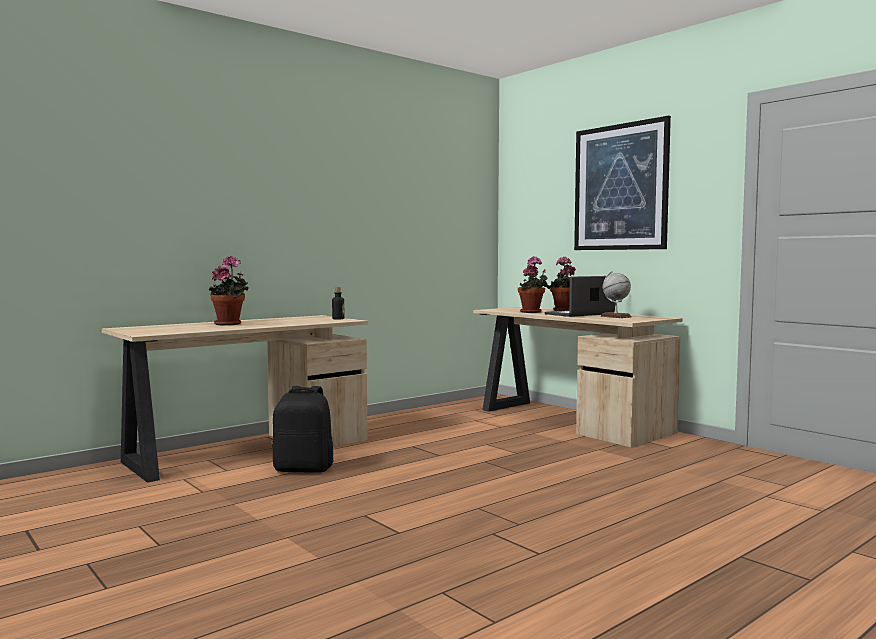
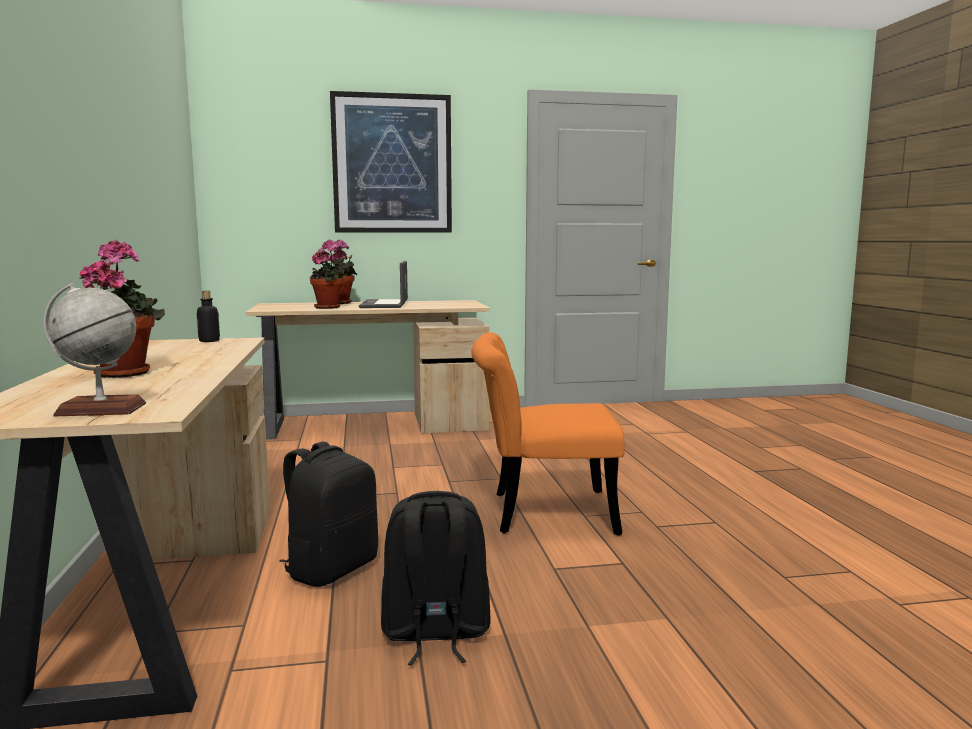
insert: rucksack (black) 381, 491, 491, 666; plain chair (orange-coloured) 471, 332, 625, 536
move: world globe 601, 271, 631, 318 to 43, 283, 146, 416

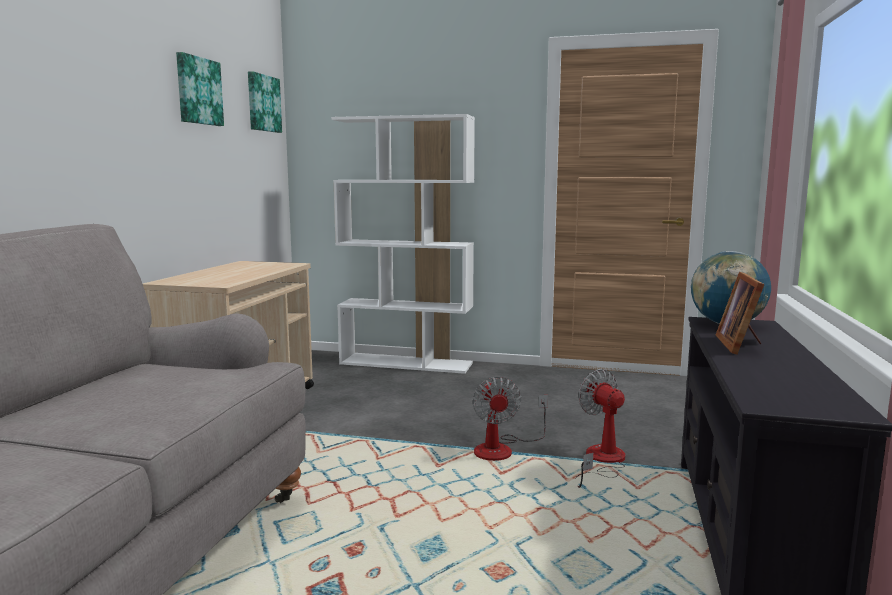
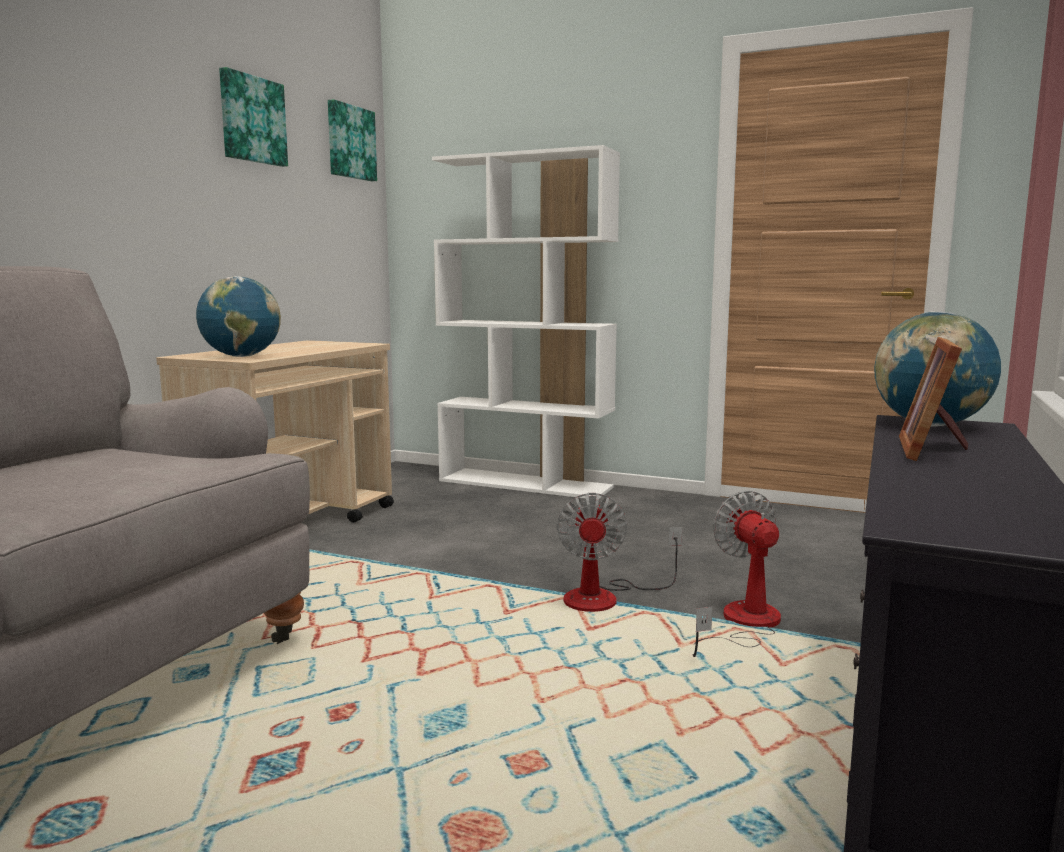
insert: world globe 196, 276, 281, 357

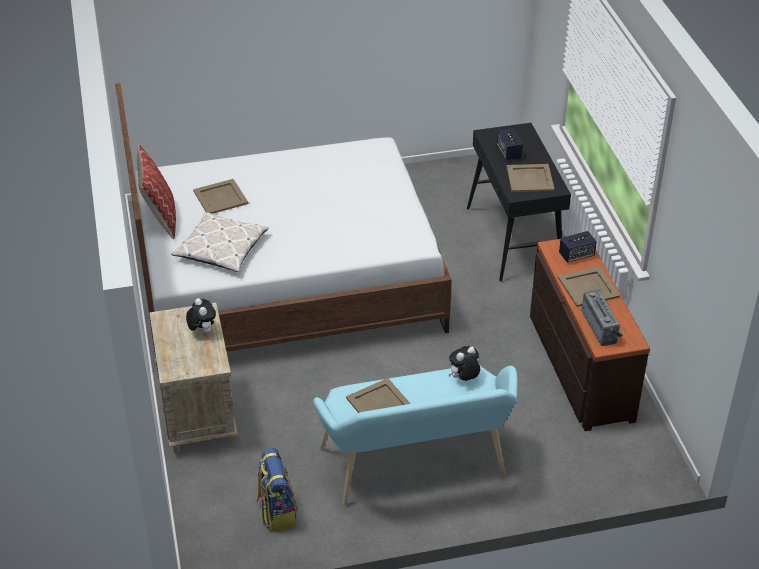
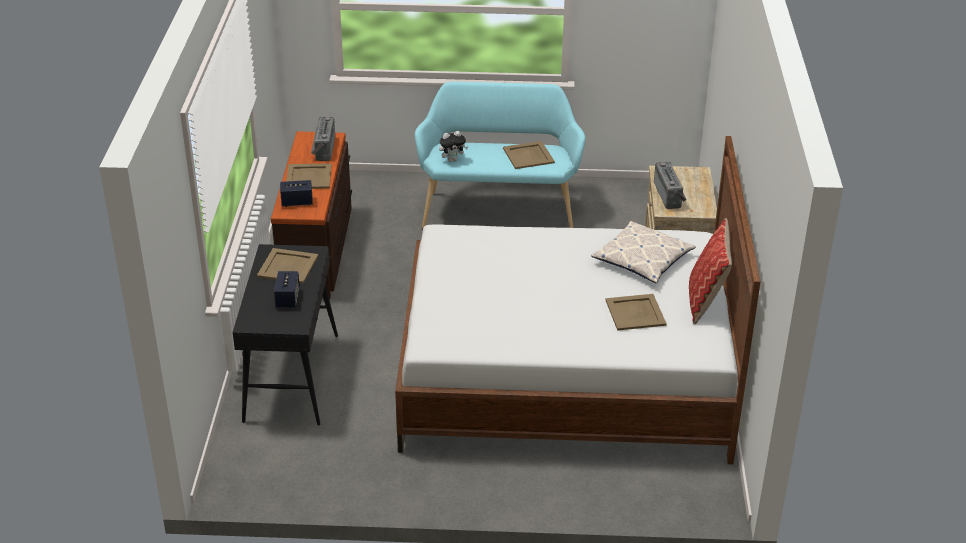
delete: rucksack 257, 448, 297, 532
replace: soft toy 186, 298, 216, 334 to radio set 654, 162, 687, 209

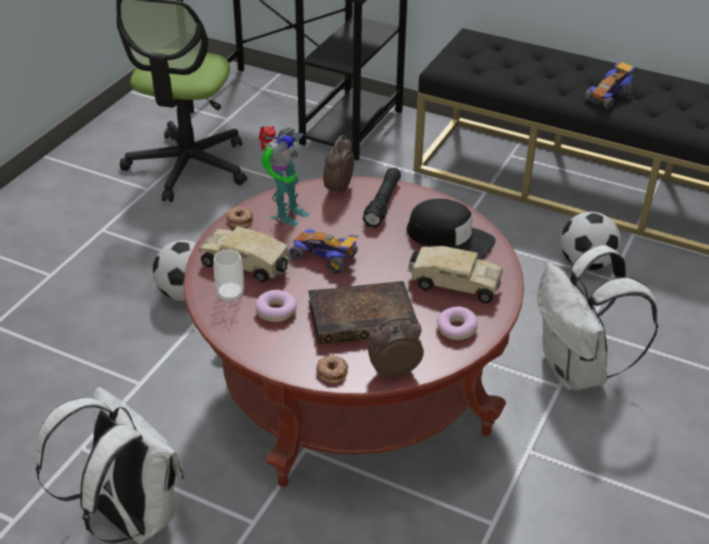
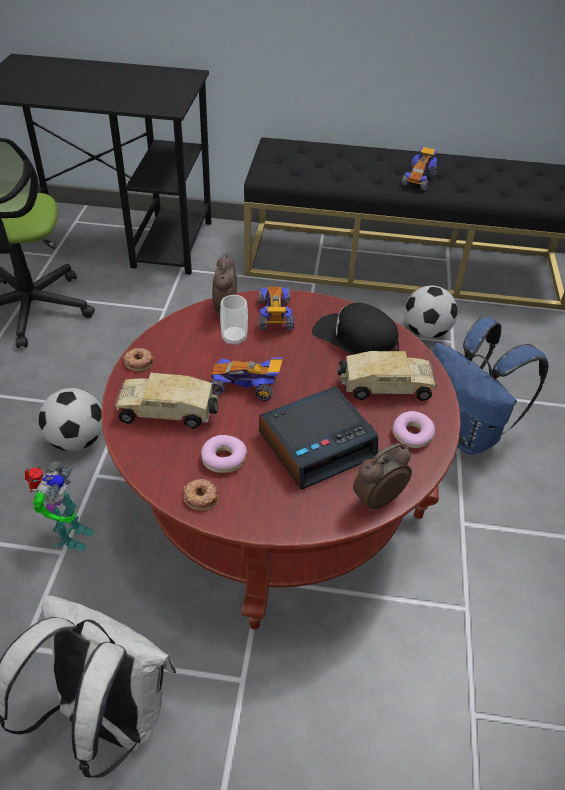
move: drinking cup 213, 250, 244, 303 to 220, 295, 248, 346; toy robot 259, 126, 309, 226 to 25, 461, 94, 551; donut 316, 356, 348, 383 to 183, 479, 218, 510
replace: book 308, 281, 417, 344 to table clock 259, 386, 378, 490; torch (black) 362, 167, 401, 228 to toy car 259, 287, 294, 330
recolor: rucksack (white) 537, 245, 658, 390 to rucksack (bluish) 432, 317, 549, 454
rotate: baseball cap (black) 406, 199, 496, 260 = 312, 302, 399, 355 150 degrees counterclockwise

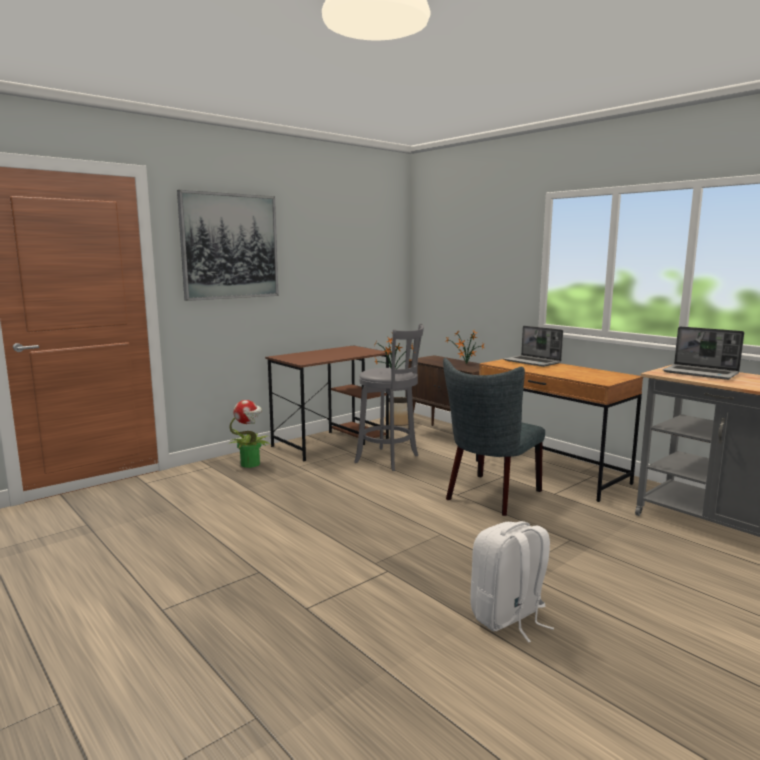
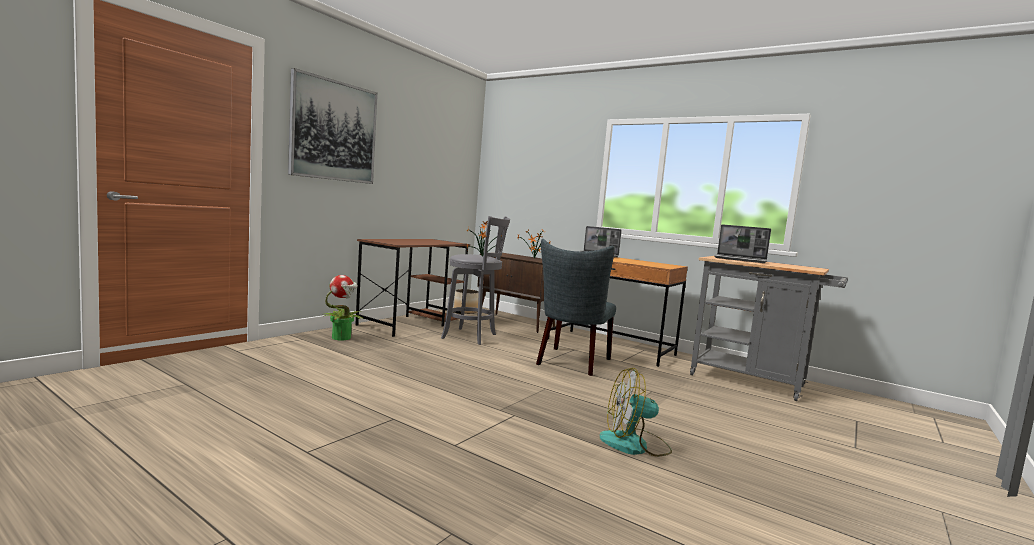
replace: rucksack (white) 470, 521, 554, 643 to electric fan 600, 368, 672, 457

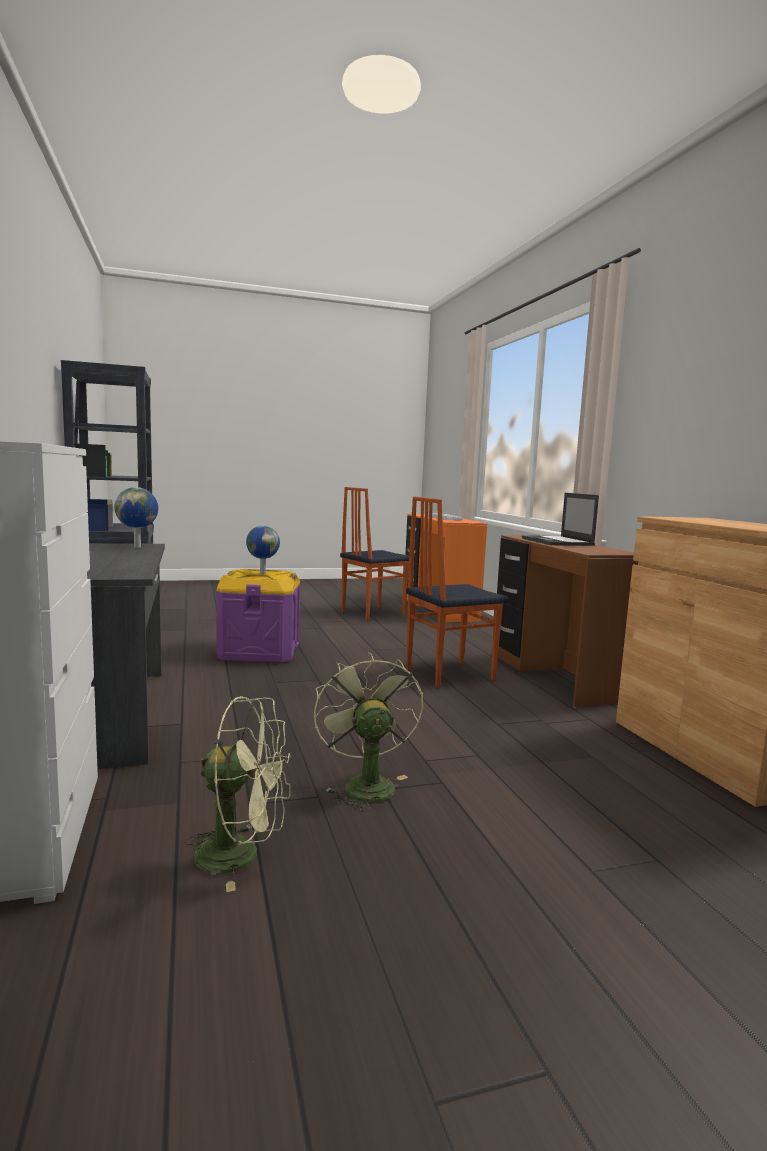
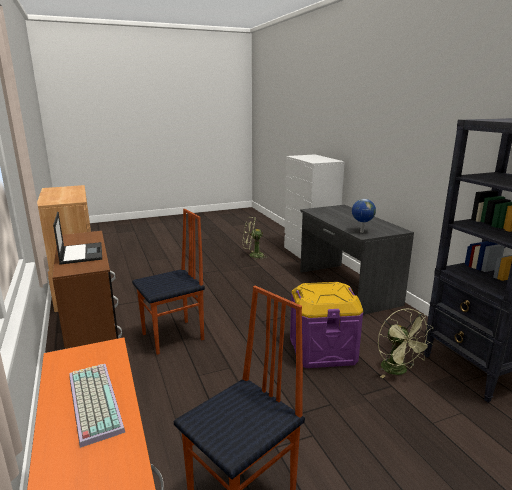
delete: world globe 246, 526, 280, 574
move: electric fan (green-coloured) 314, 652, 423, 812 to 378, 309, 434, 378

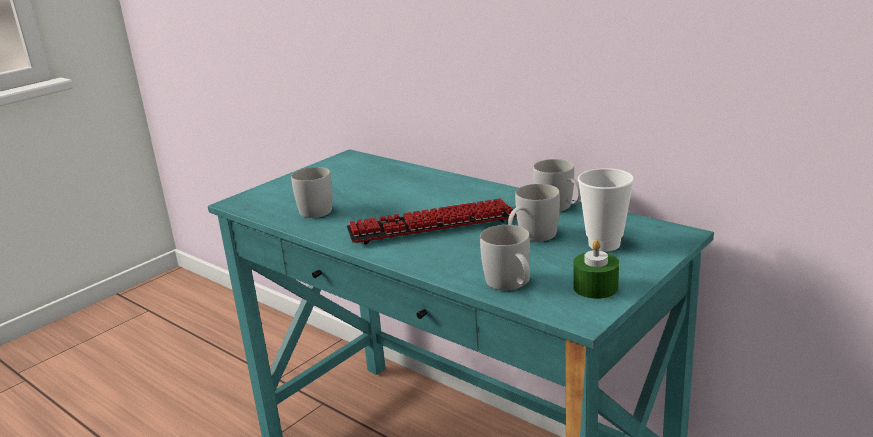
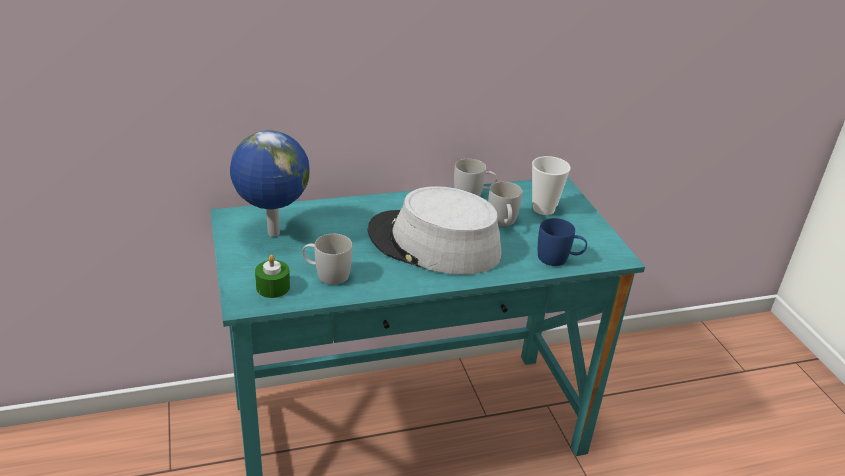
insert: world globe 230, 130, 309, 237
move: candle (green-coloured) 573, 240, 619, 299 to 255, 255, 290, 298
replace: keyboard 347, 198, 517, 244 to wearable hat (greyish) 368, 186, 502, 275
recolor: coffee mug (white) 480, 225, 530, 291 to coffee mug (bluish) 538, 218, 587, 266

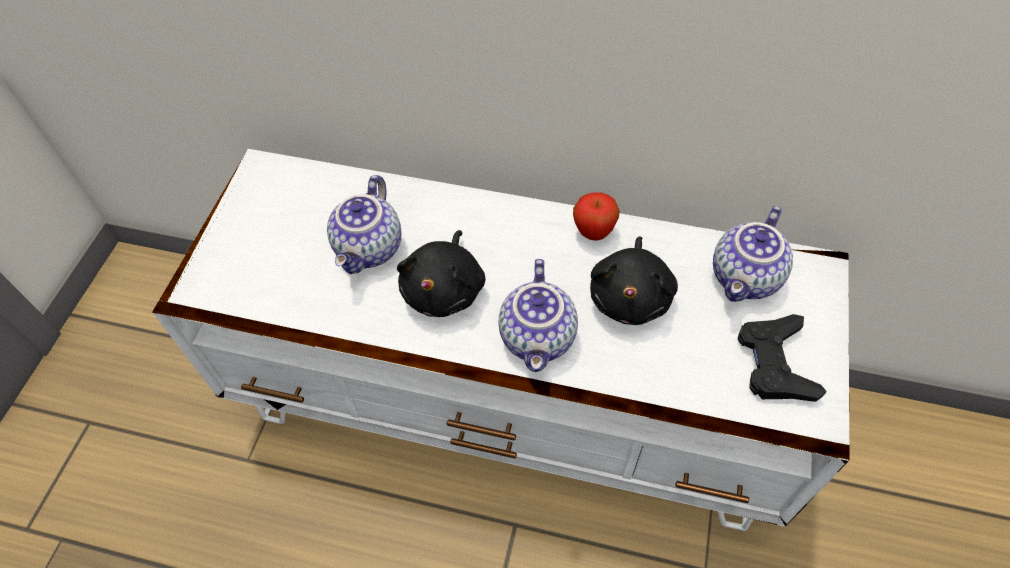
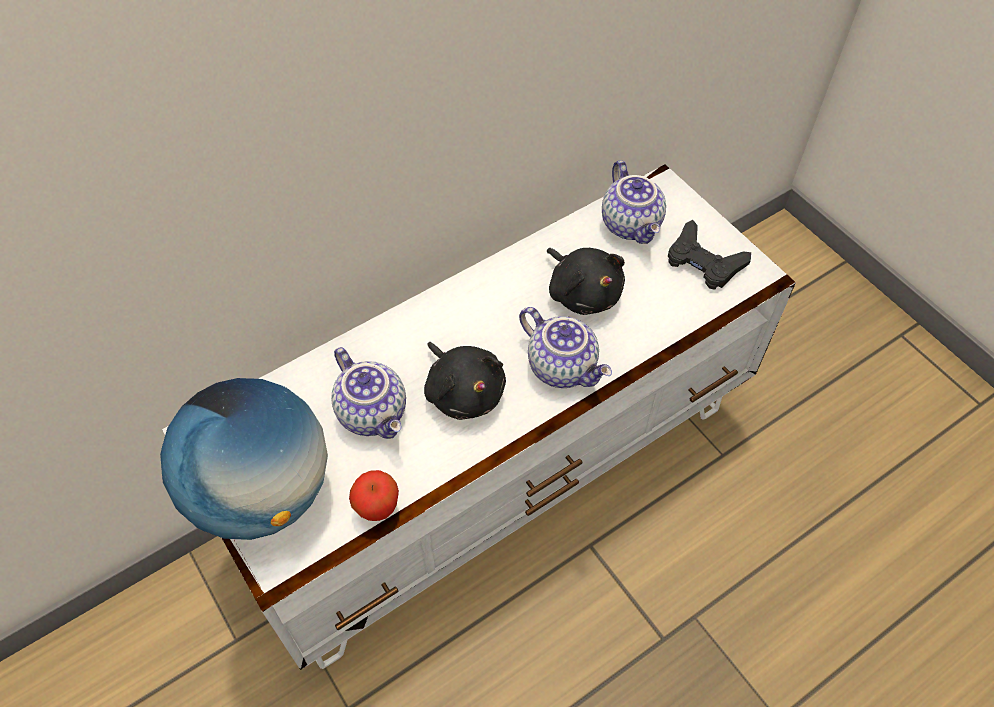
insert: world globe 160, 378, 328, 540
move: apple 573, 192, 620, 241 to 349, 470, 399, 521

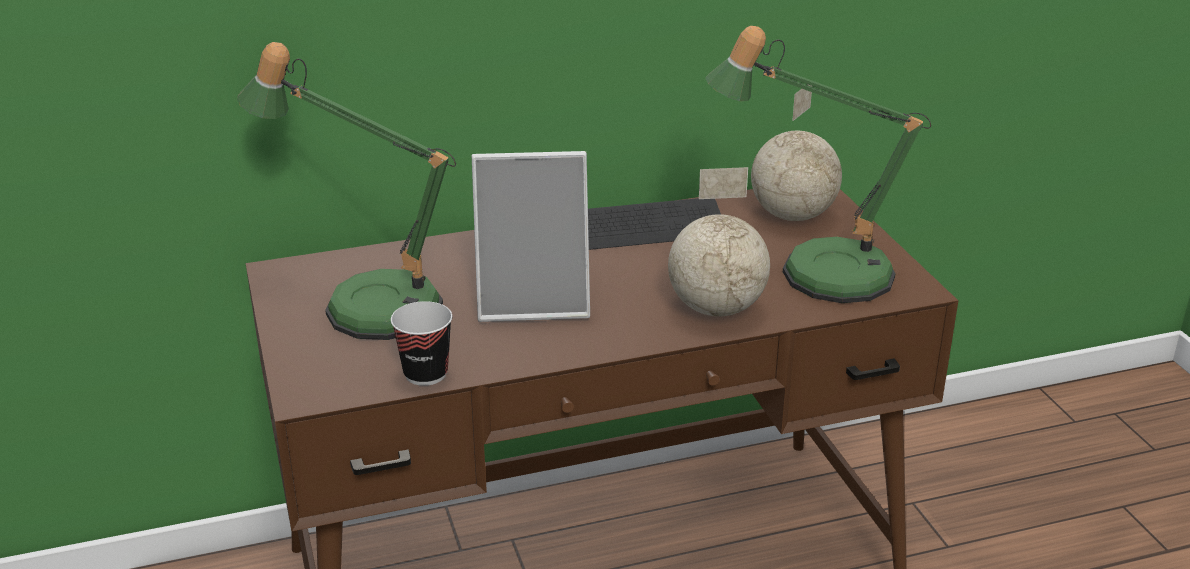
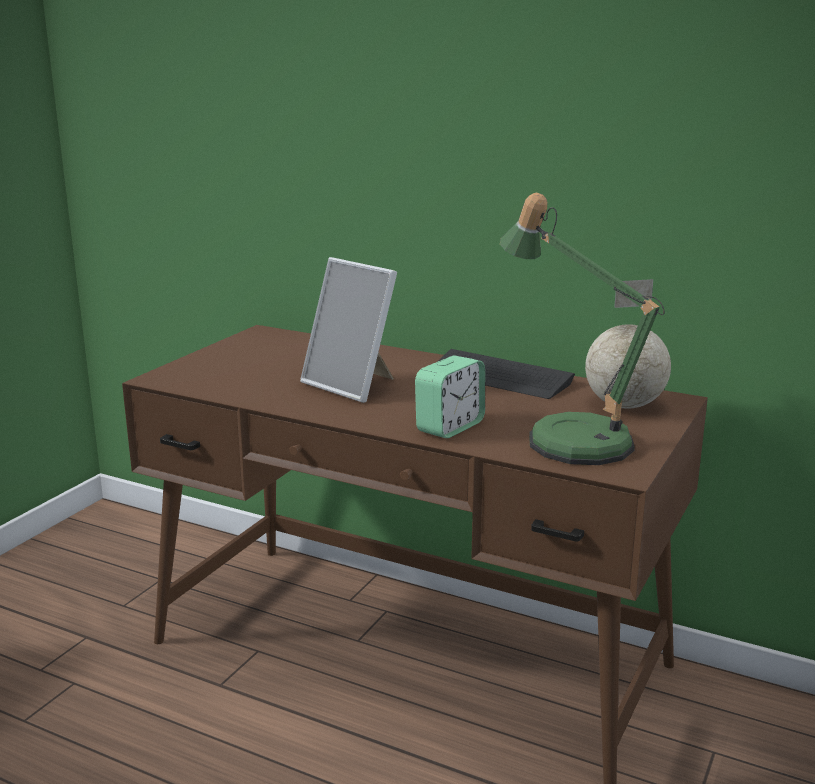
delete: lamp for a table 237, 42, 456, 340; drinking cup 391, 301, 452, 386
replace: world globe 668, 167, 770, 316 to table clock 415, 356, 485, 438

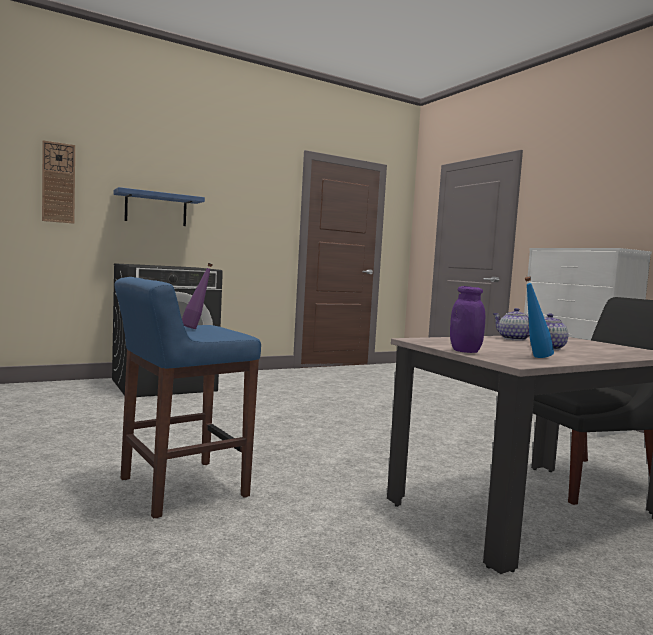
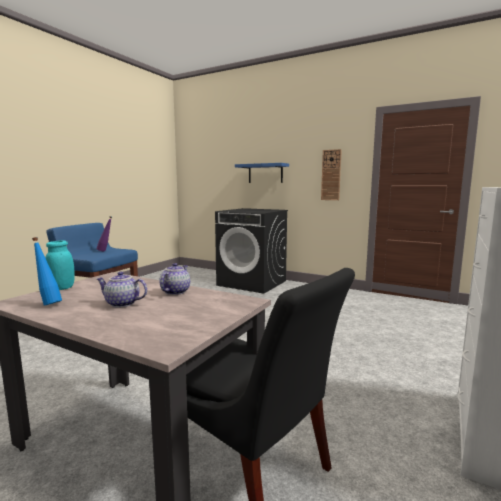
move: clock on the wall 42, 140, 75, 224 to 321, 149, 342, 200
recolor: preserve jar (purple-coloured) 450, 286, 485, 353 to preserve jar (turquoise) 45, 240, 75, 290

